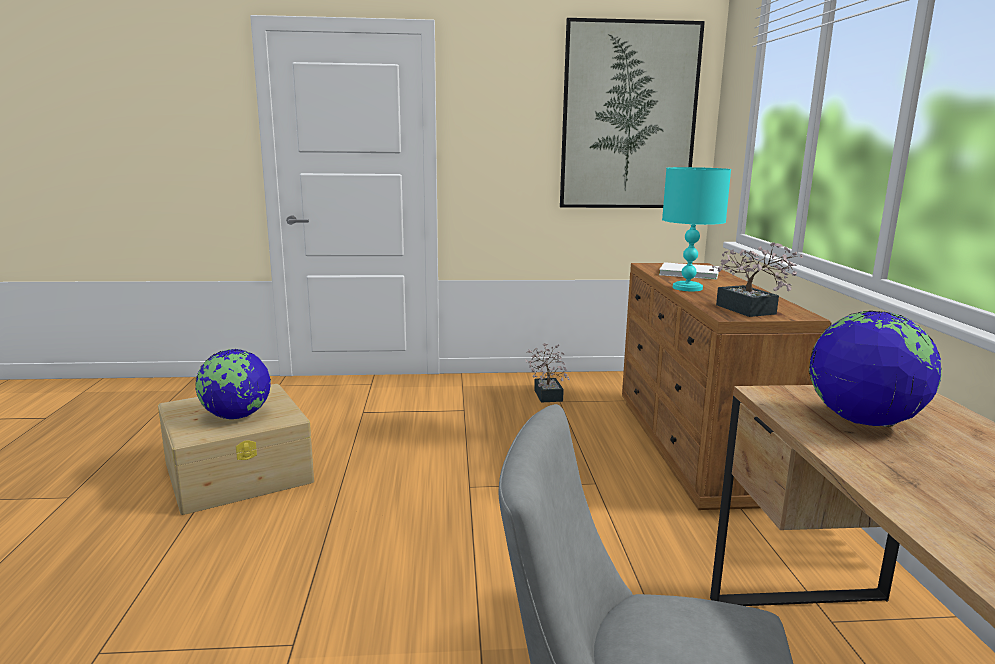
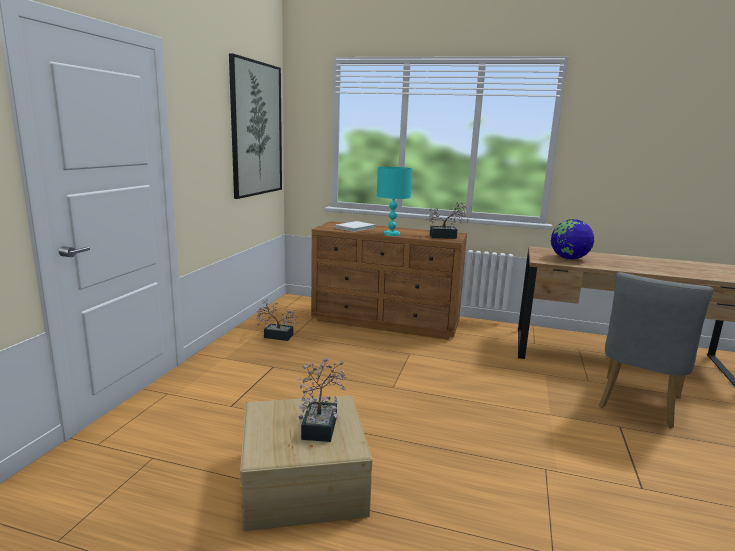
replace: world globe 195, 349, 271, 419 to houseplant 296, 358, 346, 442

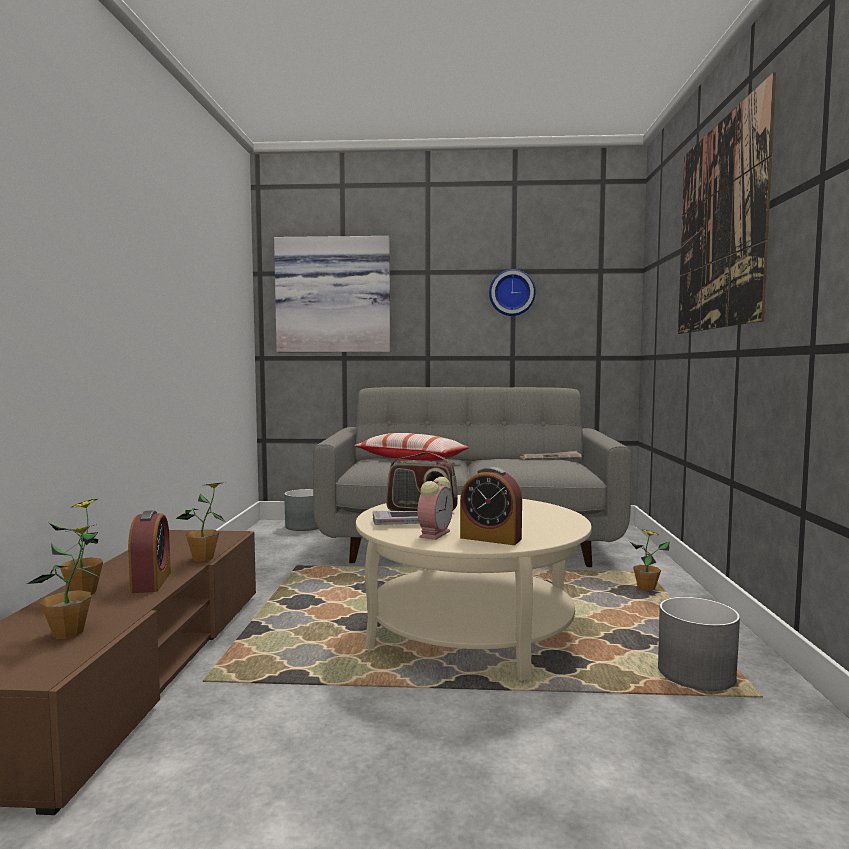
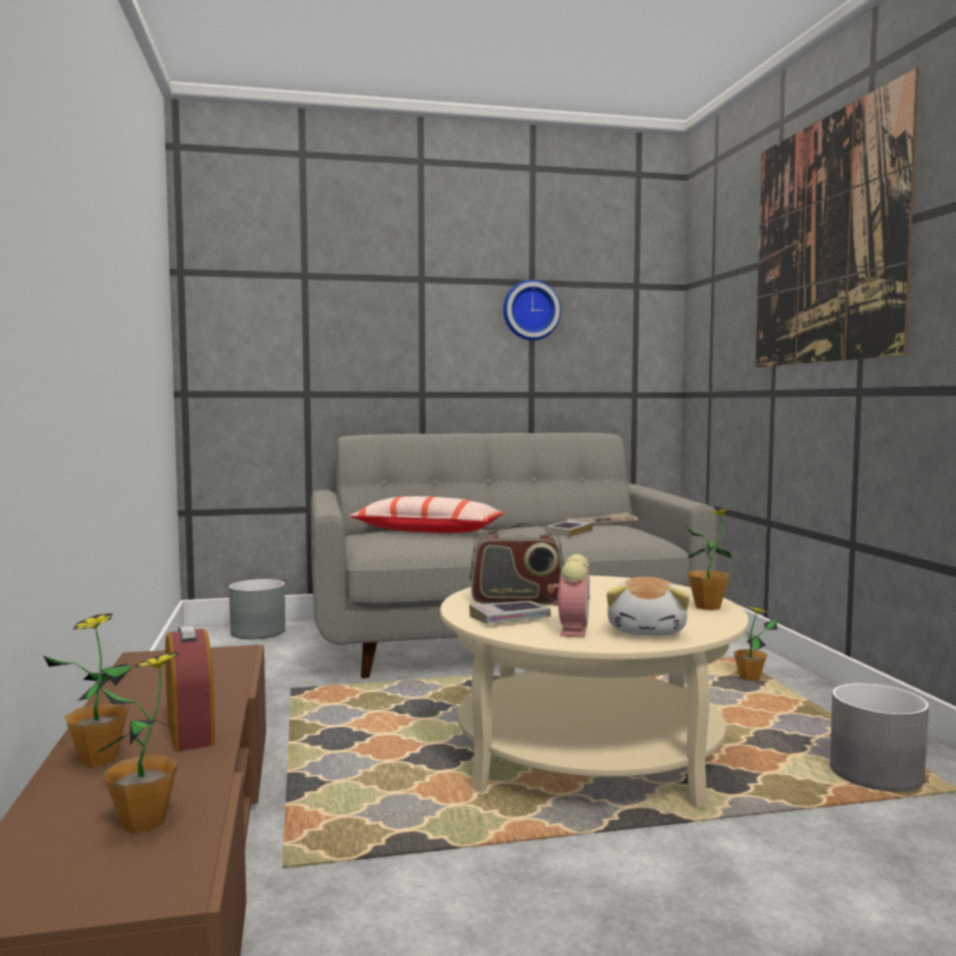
delete: picture 274, 236, 390, 352
insert: book 545, 520, 593, 536
move: houseplant 176, 483, 225, 562 to 685, 508, 732, 610
replace: table clock 460, 467, 522, 545 to soft toy 607, 577, 689, 636

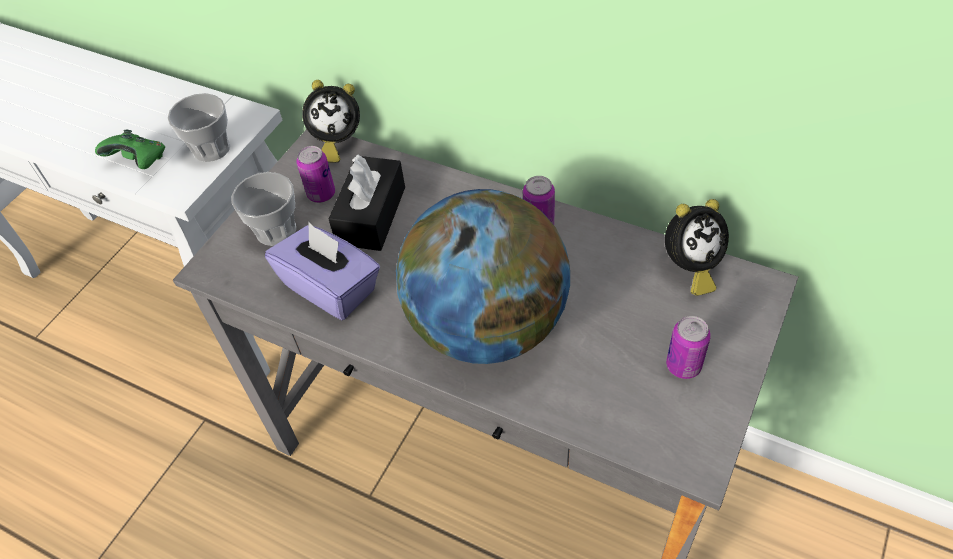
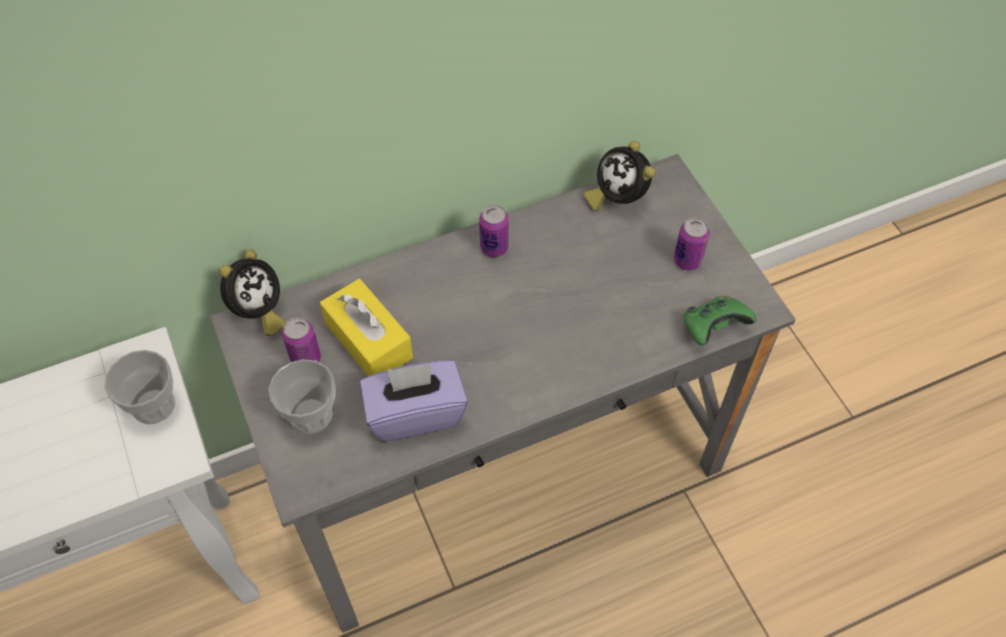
delete: world globe 396, 189, 570, 364
move: joypad (green-coloured) 95, 130, 165, 169 to 683, 296, 757, 346
recolor: box of tissues (black) 329, 155, 405, 251 to box of tissues (yellow-coloured) 320, 279, 413, 376
rotate: table clock 665, 199, 729, 296 = 584, 141, 655, 211 135 degrees clockwise

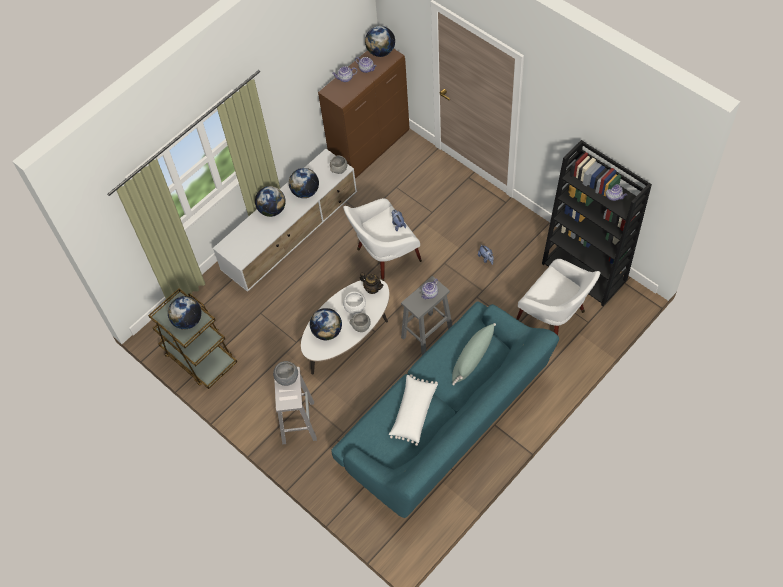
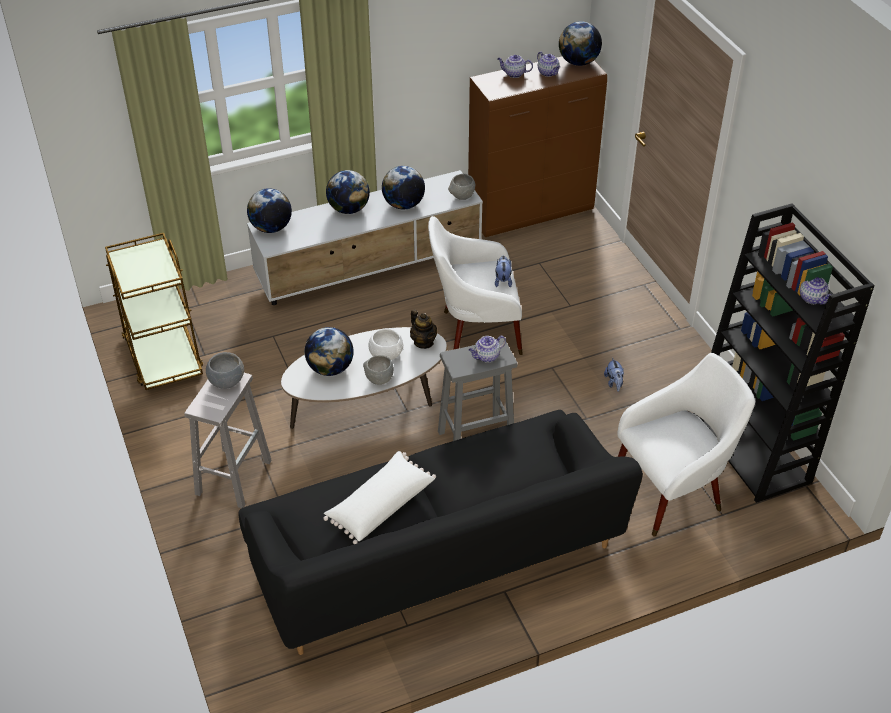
delete: cushion (green-coloured) 452, 323, 496, 385
move: world globe 168, 296, 202, 329 to 247, 188, 292, 233
recolor: sofa (turquoise) 331, 301, 559, 518 to sofa (black) 239, 410, 643, 655
rotate: armchair (white) 516, 259, 601, 335 = 617, 353, 755, 537 90 degrees counterclockwise

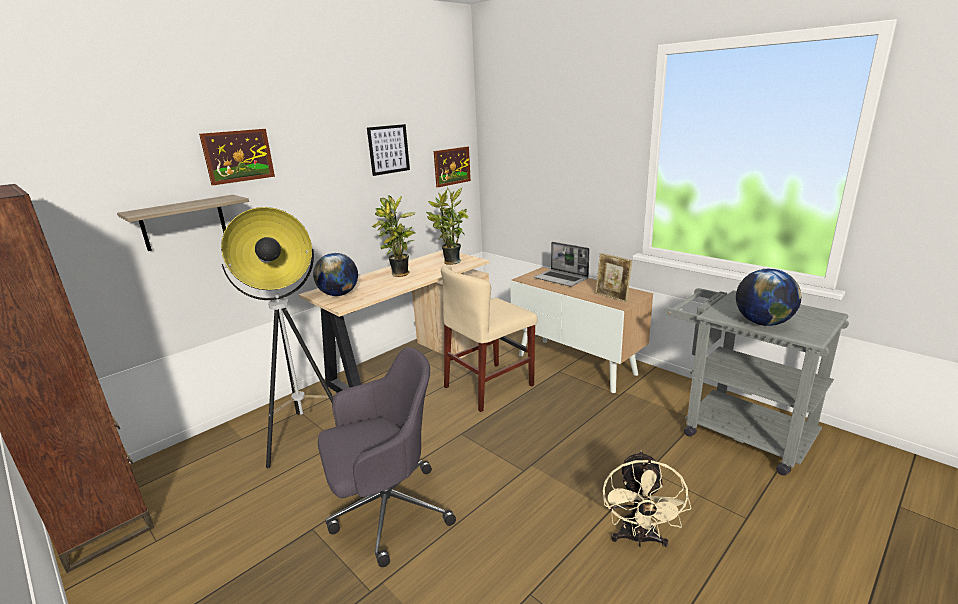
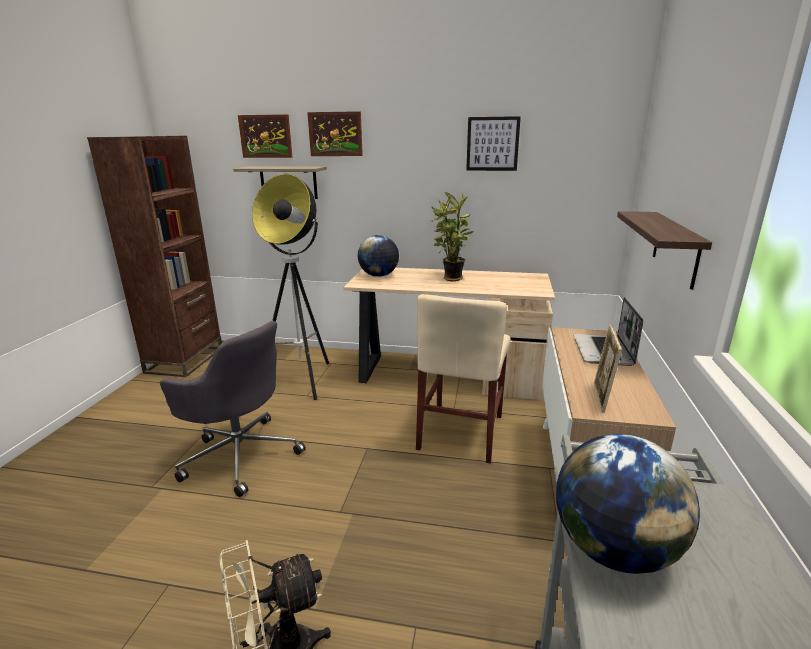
delete: houseplant 427, 187, 468, 265
insert: shelf 617, 211, 712, 290
move: picture 434, 146, 471, 188 to 238, 114, 292, 158
rotate: plain chair (beige) 441, 265, 537, 412 = 416, 294, 511, 464 90 degrees counterclockwise

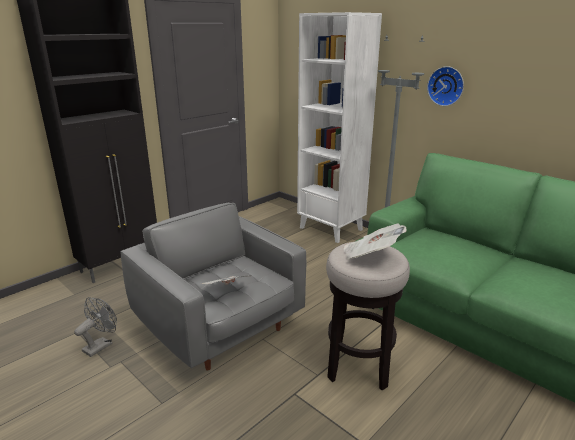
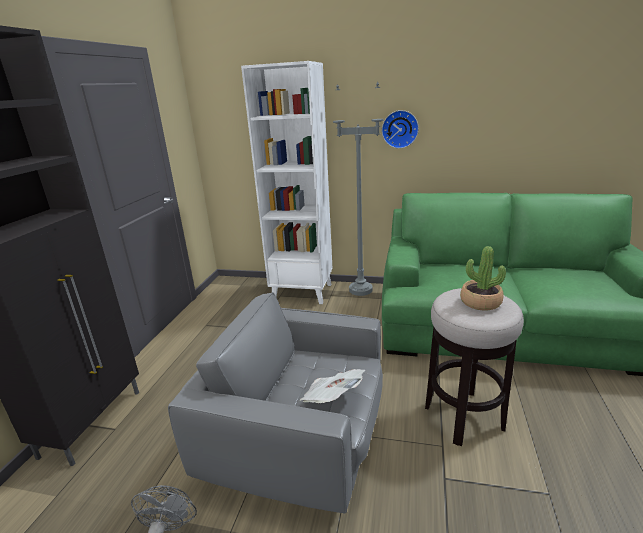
replace: printed paper 344, 223, 407, 259 to houseplant 460, 246, 506, 310

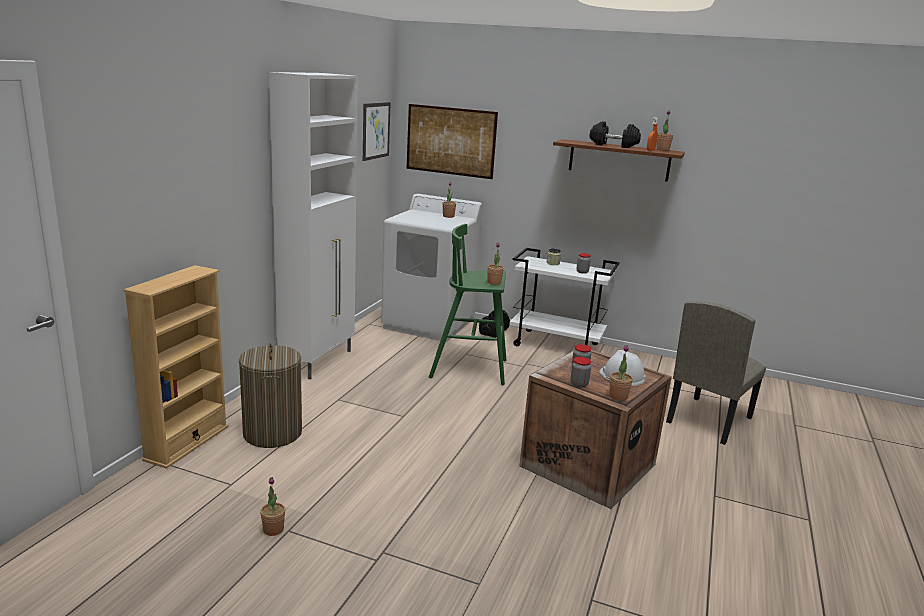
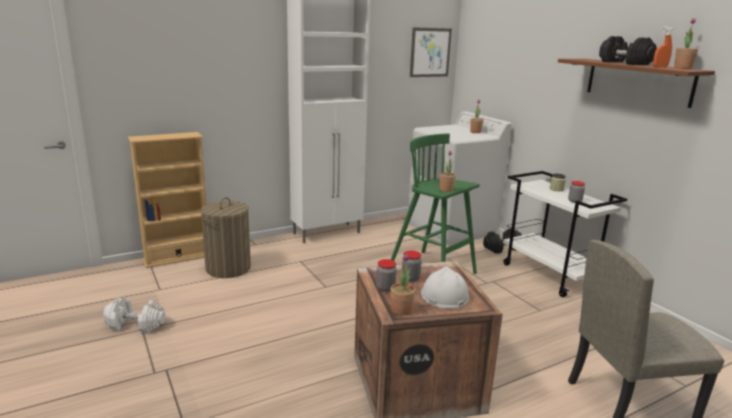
delete: picture 407, 104, 498, 179
replace: houseplant 260, 477, 285, 536 to dumbbell (white) 103, 298, 166, 333

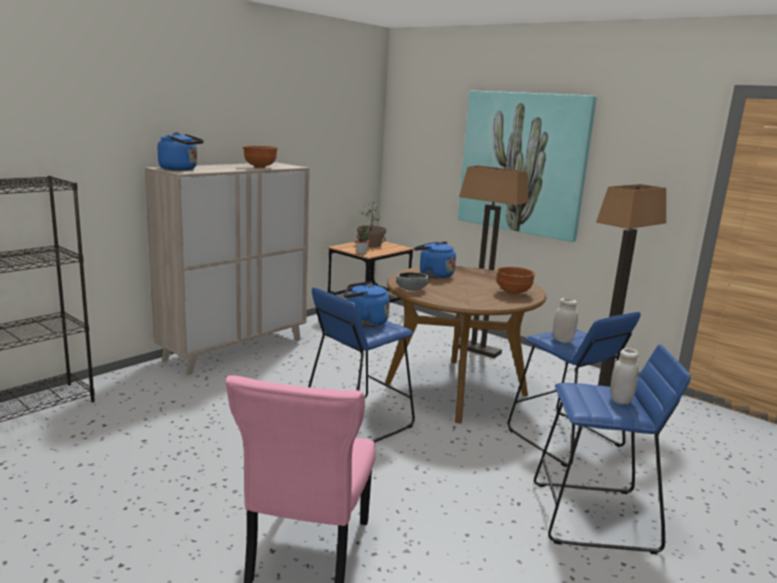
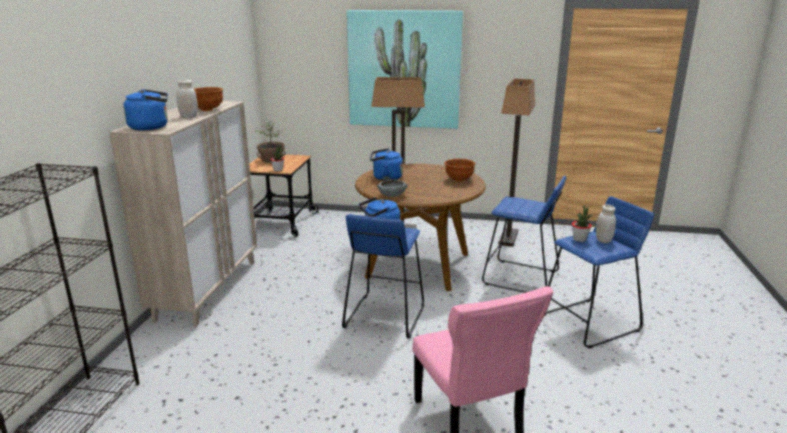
insert: houseplant 572, 206, 592, 242
move: preserve jar (white) 553, 298, 578, 343 to 176, 80, 198, 118

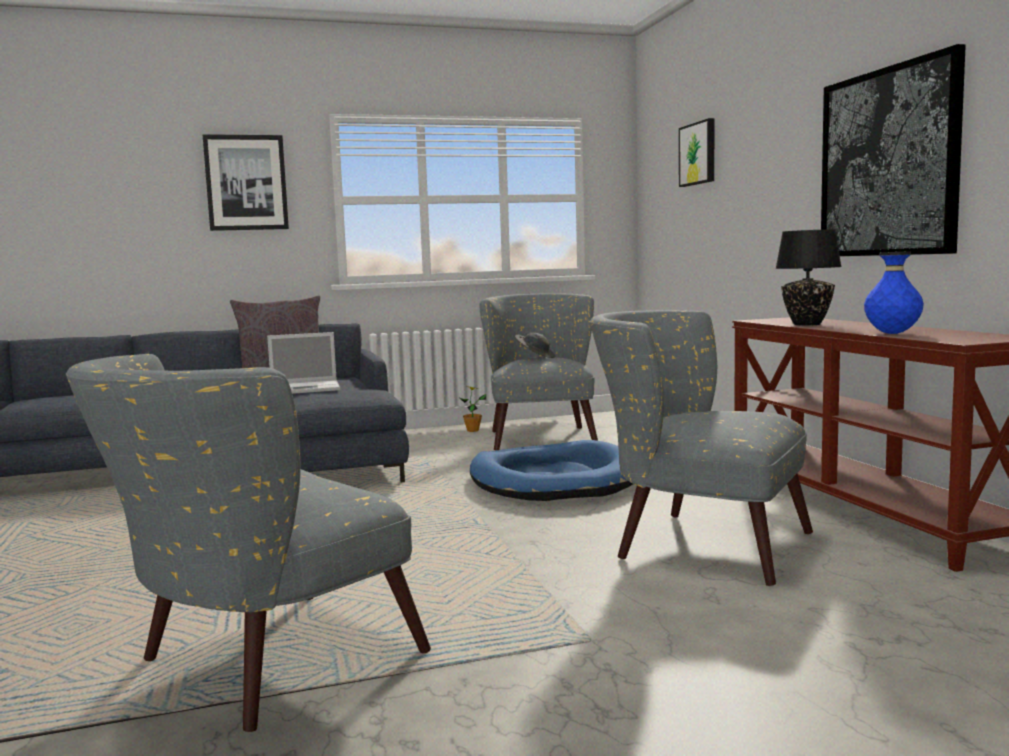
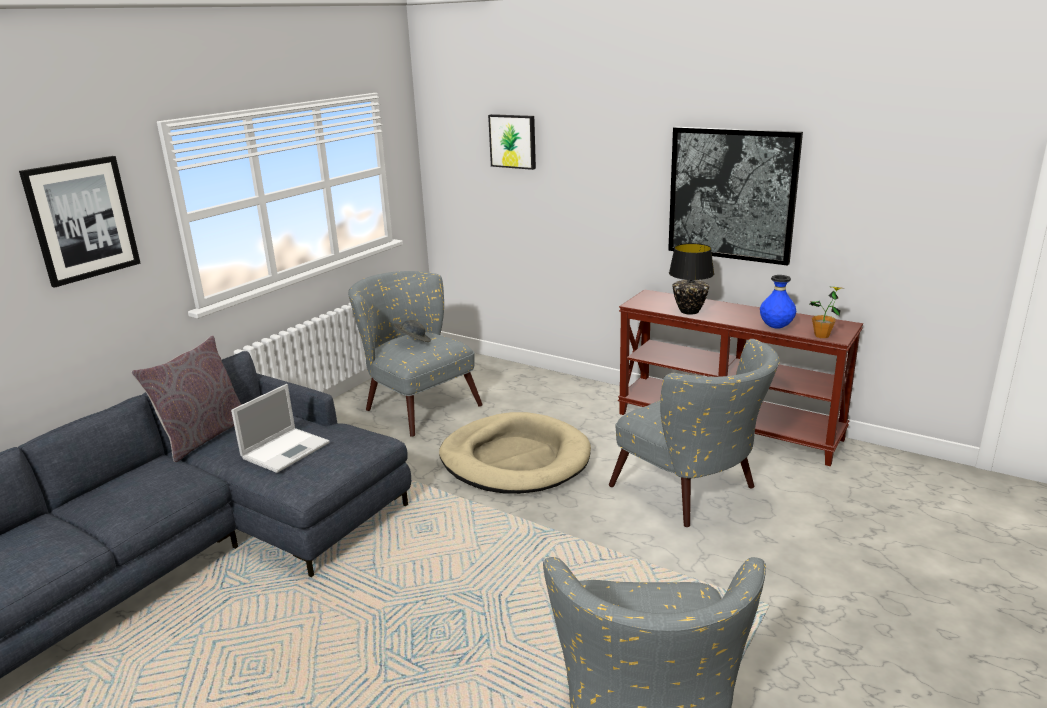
move: houseplant 460, 386, 486, 432 to 810, 287, 845, 338
recolor: pet bed (bluish) 470, 440, 633, 501 to pet bed (beige) 439, 412, 591, 494
rotate: armchair (greyish) 589, 310, 813, 586 = 609, 339, 780, 527 120 degrees counterclockwise

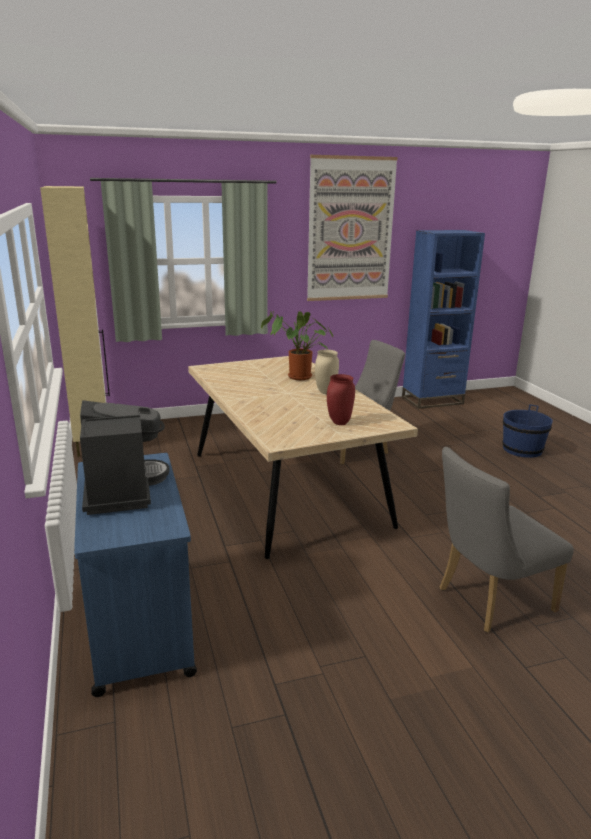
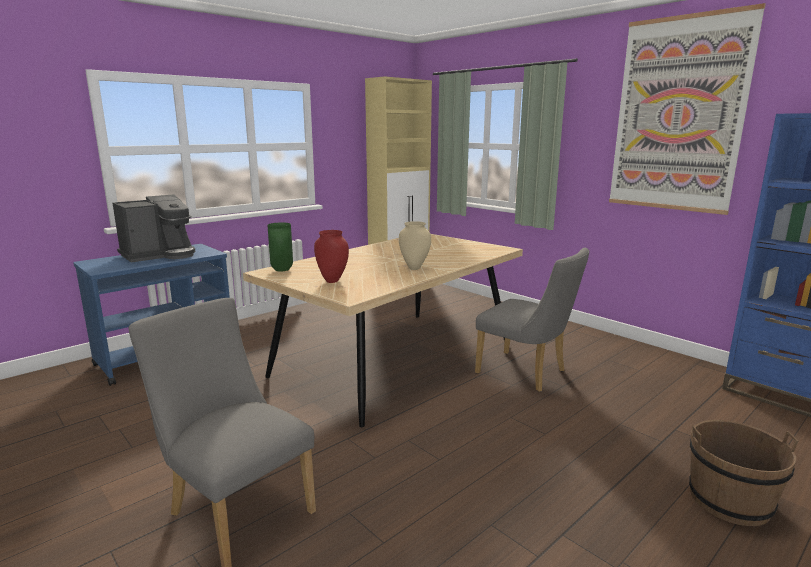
delete: houseplant 261, 311, 333, 380
insert: vase (green-coloured) 267, 222, 293, 271
recolor: water bucket (bluish) 503, 404, 553, 458 to water bucket (brown) 689, 420, 798, 526

